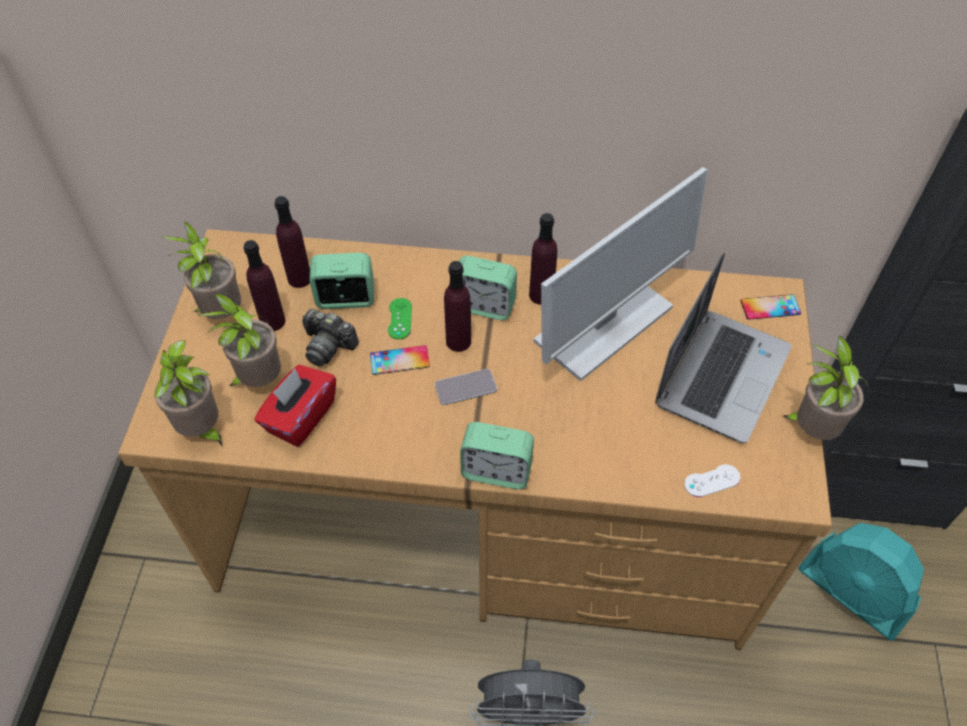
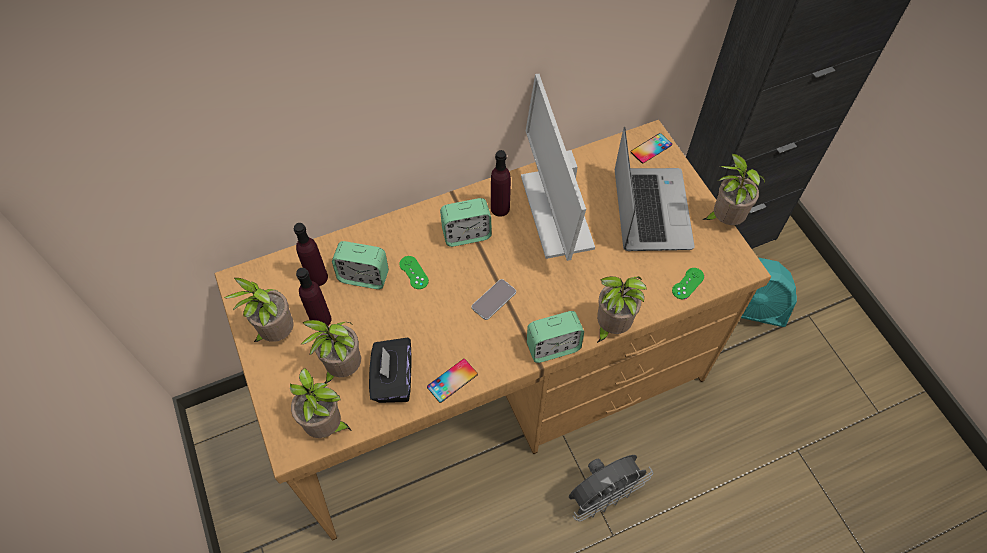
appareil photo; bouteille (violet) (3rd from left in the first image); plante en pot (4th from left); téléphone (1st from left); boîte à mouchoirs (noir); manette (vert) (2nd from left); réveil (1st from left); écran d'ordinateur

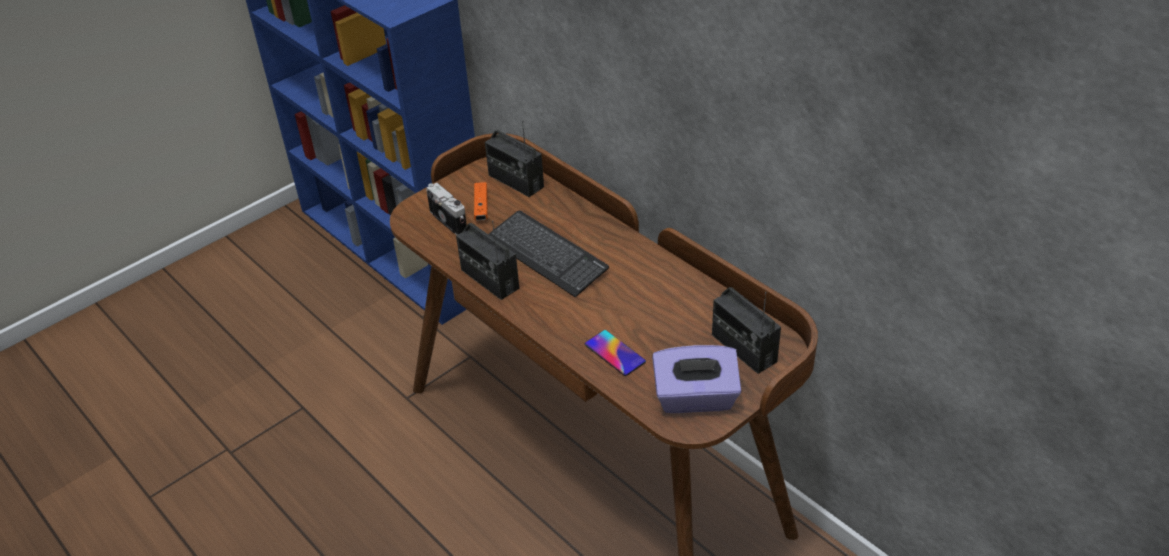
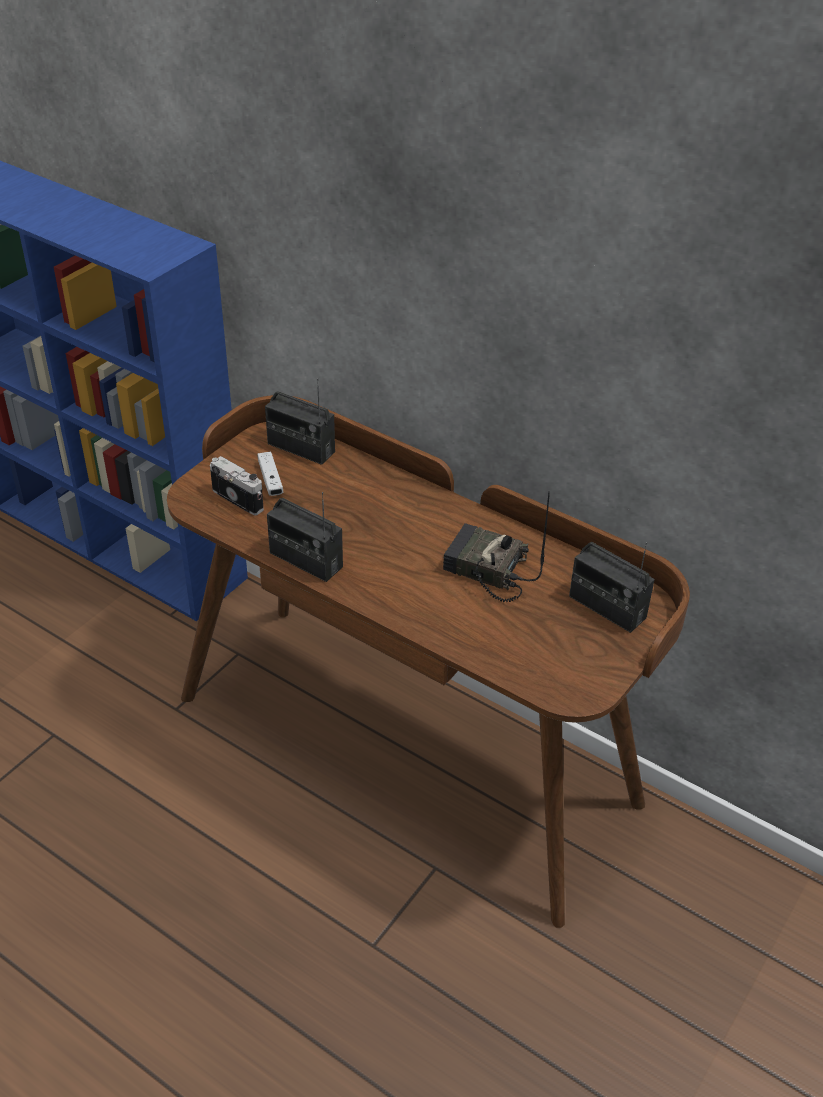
clavier; téléphone; boîte à mouchoirs (violet); radio (3rd from left); manette (blanc)

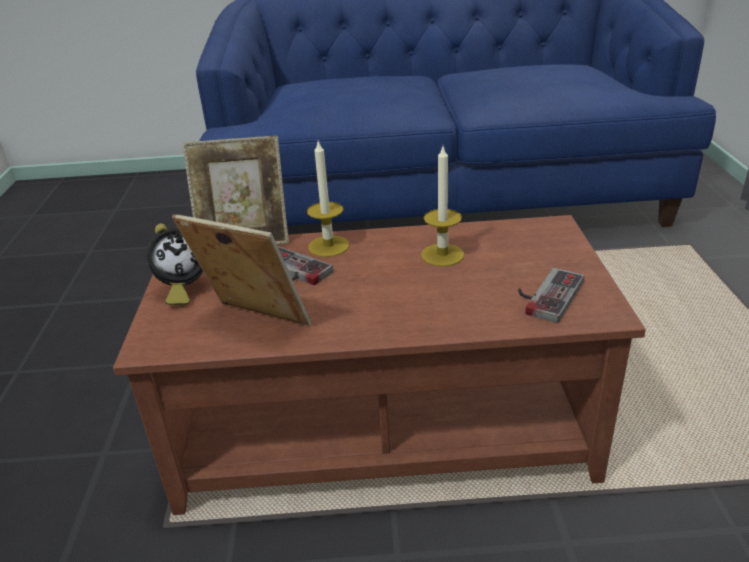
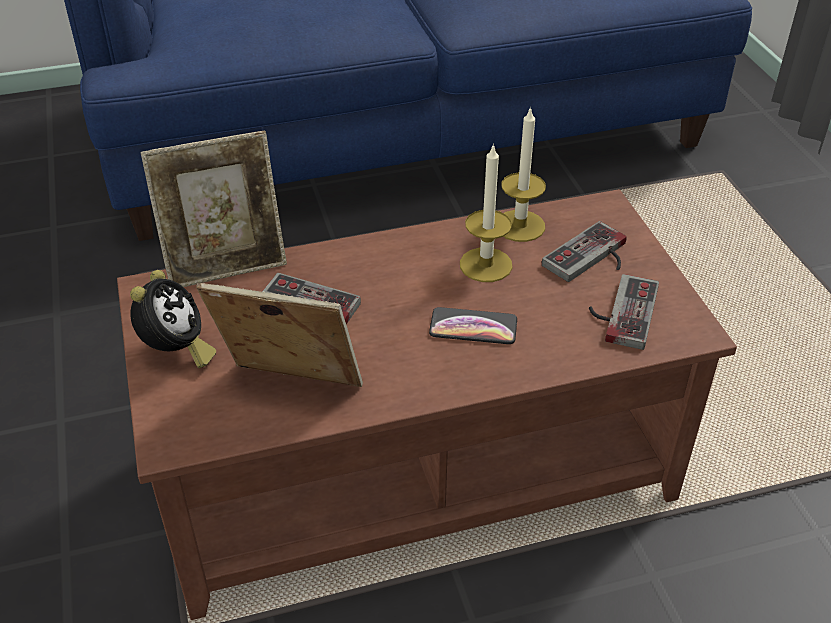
téléphone; manette (2nd from left); bougie (2nd from left); réveil

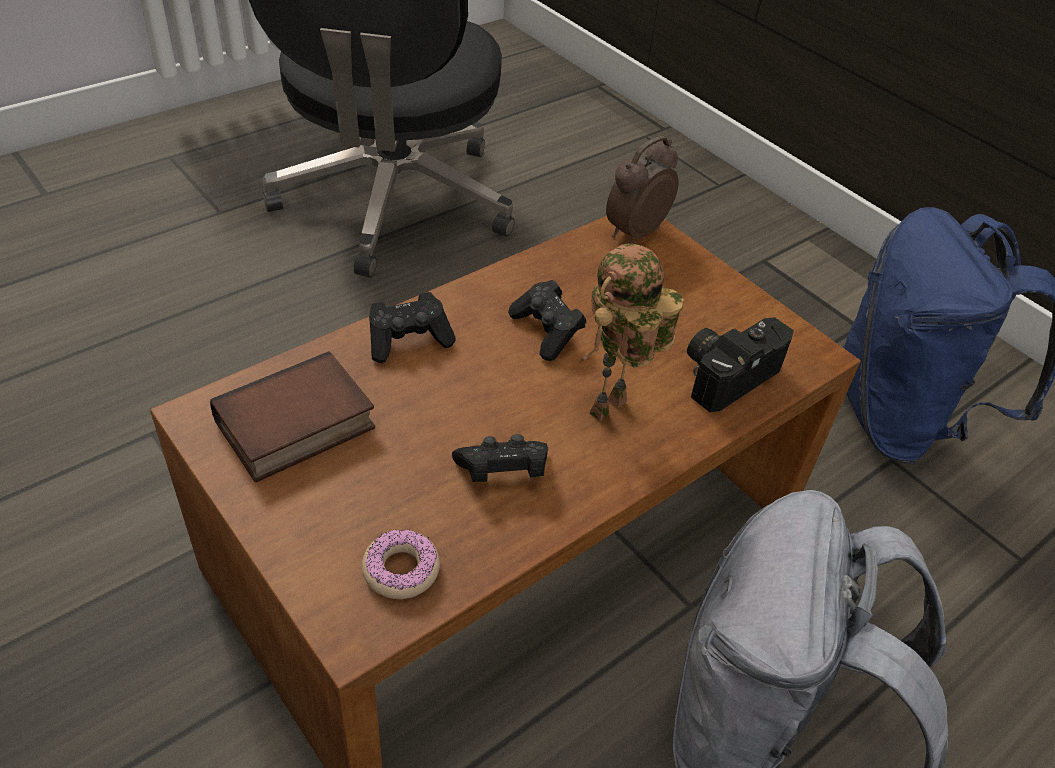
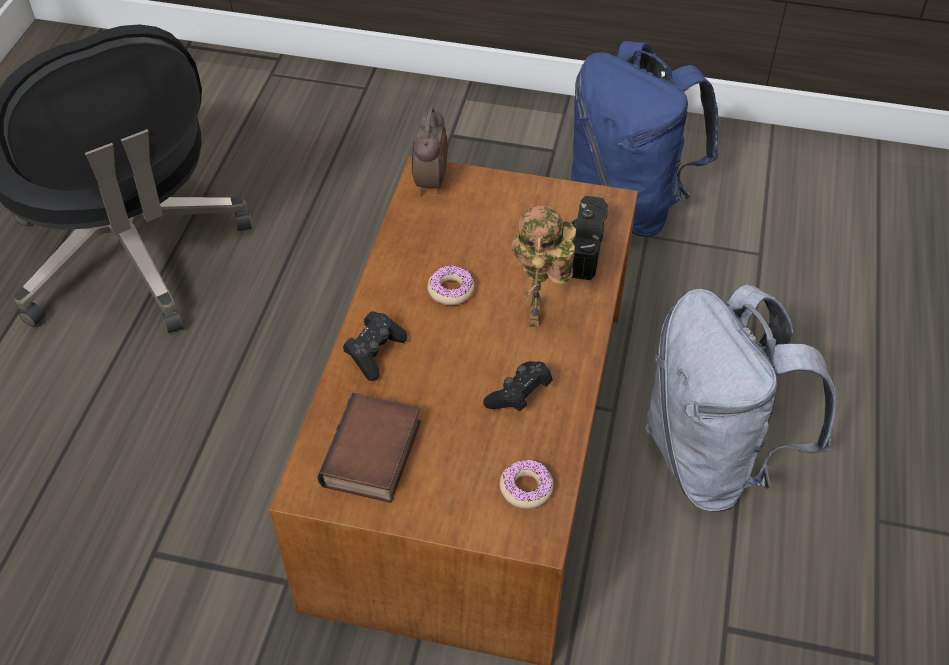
beignet (1st from left)

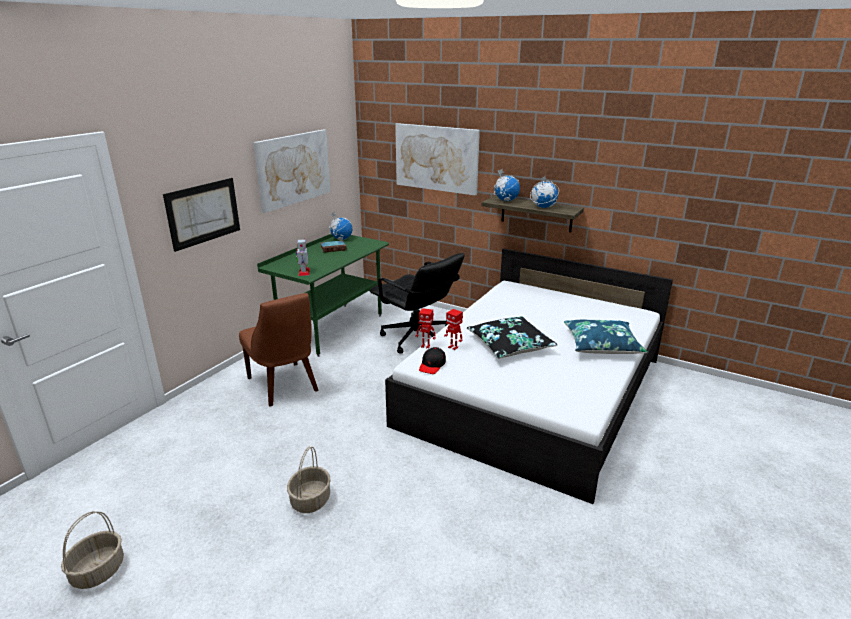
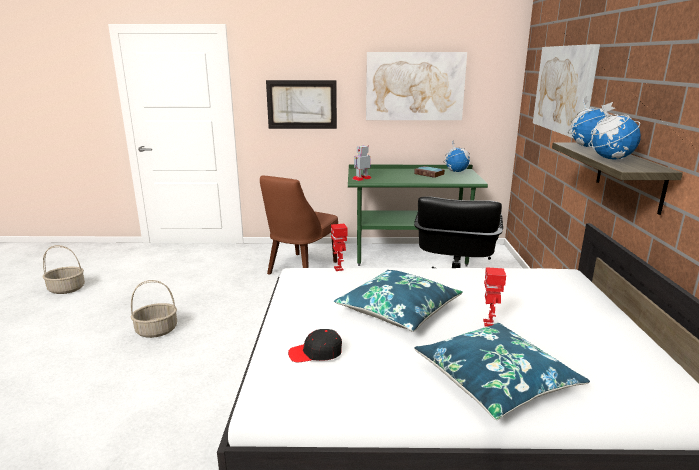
casquette (noir); robot jouet (3rd from left); coussin (bleu) (1st from left)

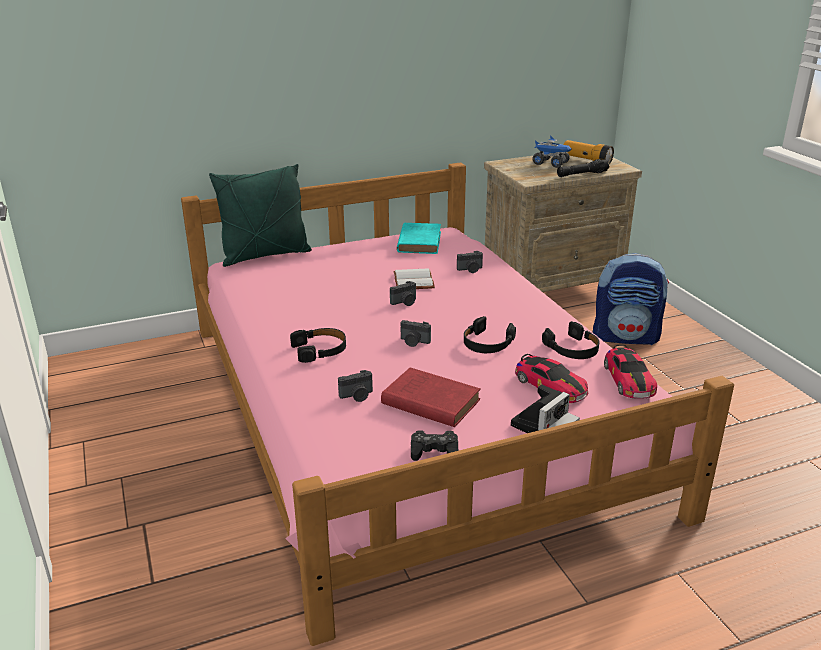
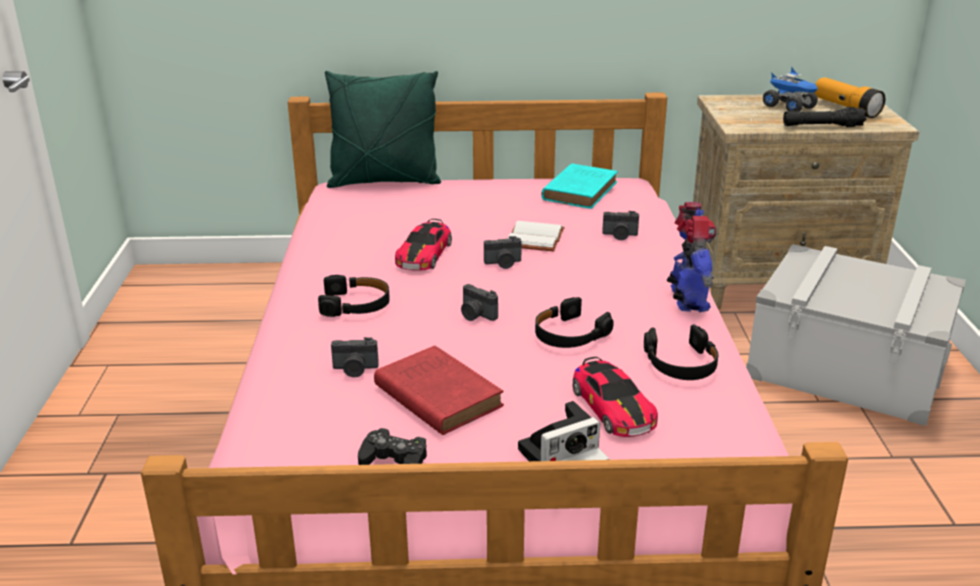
robot jouet; petite voiture (1st from left); boîte de rangement (gris)

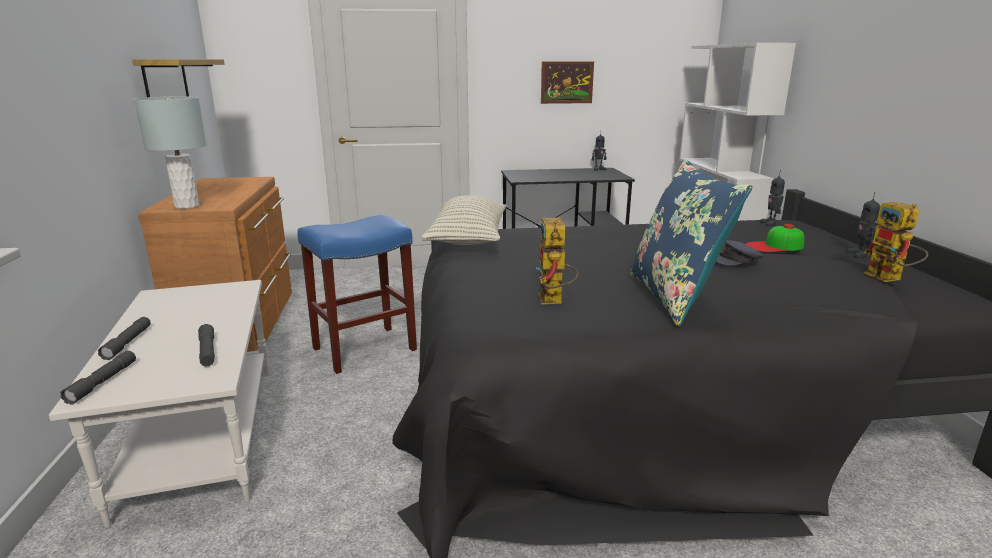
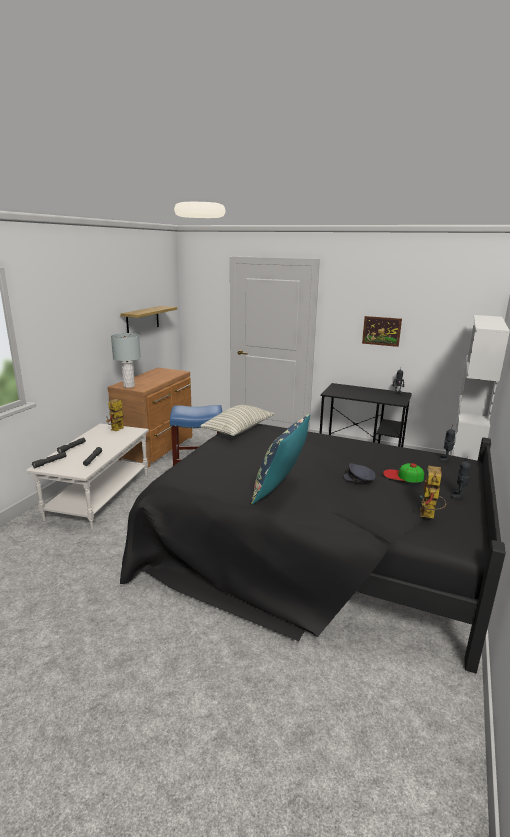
robot jouet (1st from left)

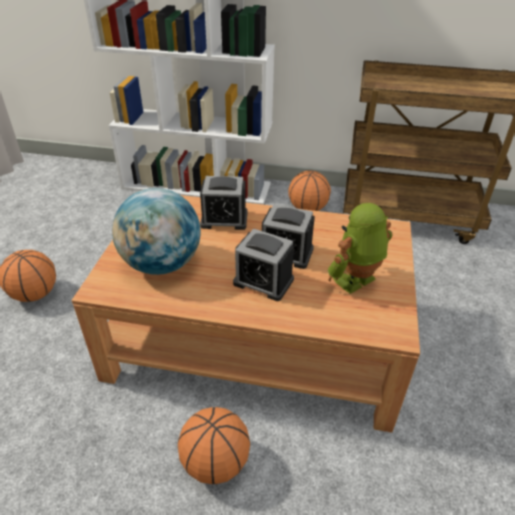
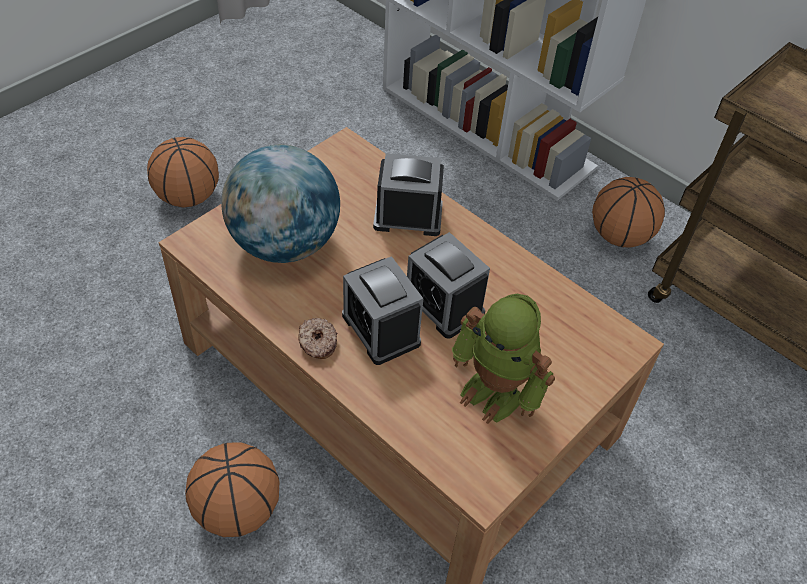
beignet; réveil (2nd from left); robot jouet

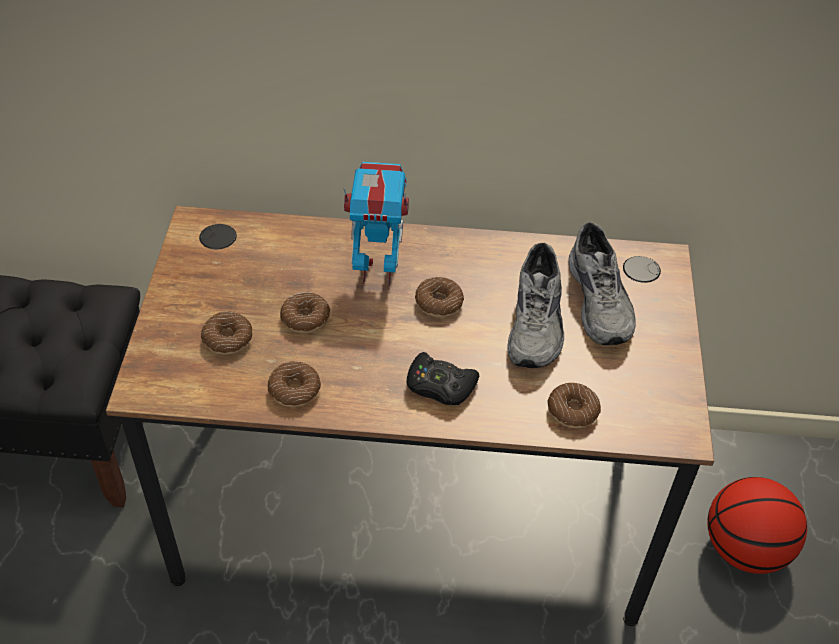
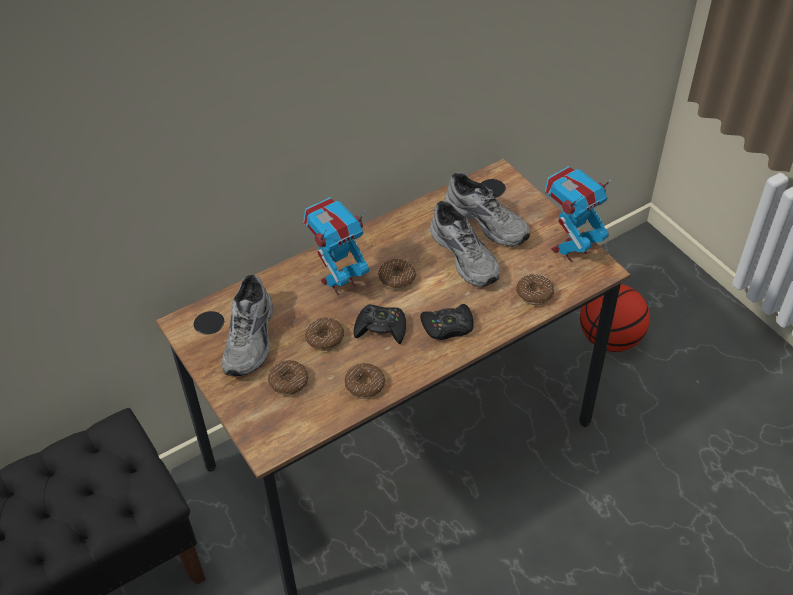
chaussure (gris) (1st from left); manette (noir) (1st from left); robot jouet (2nd from left)

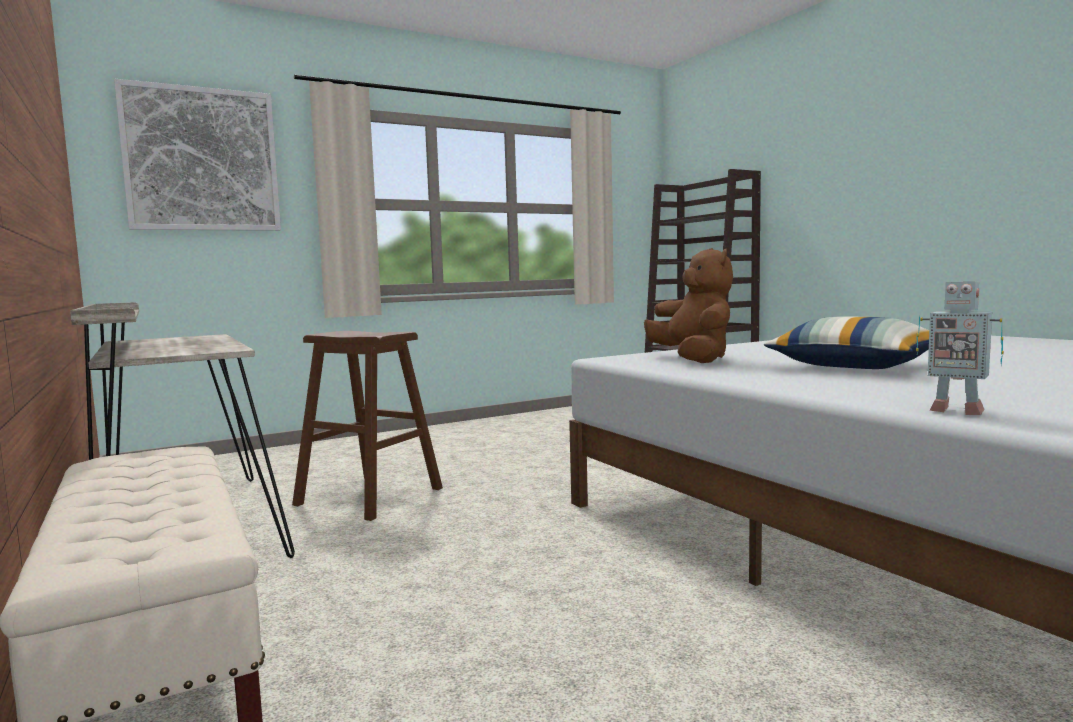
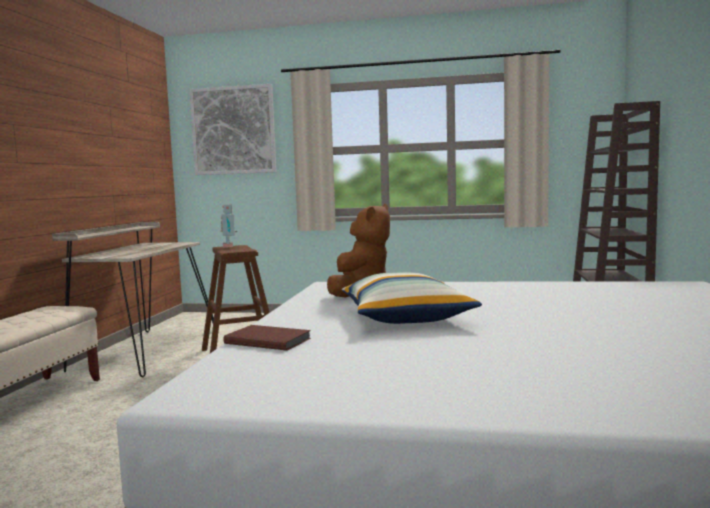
livre (marron); robot jouet

